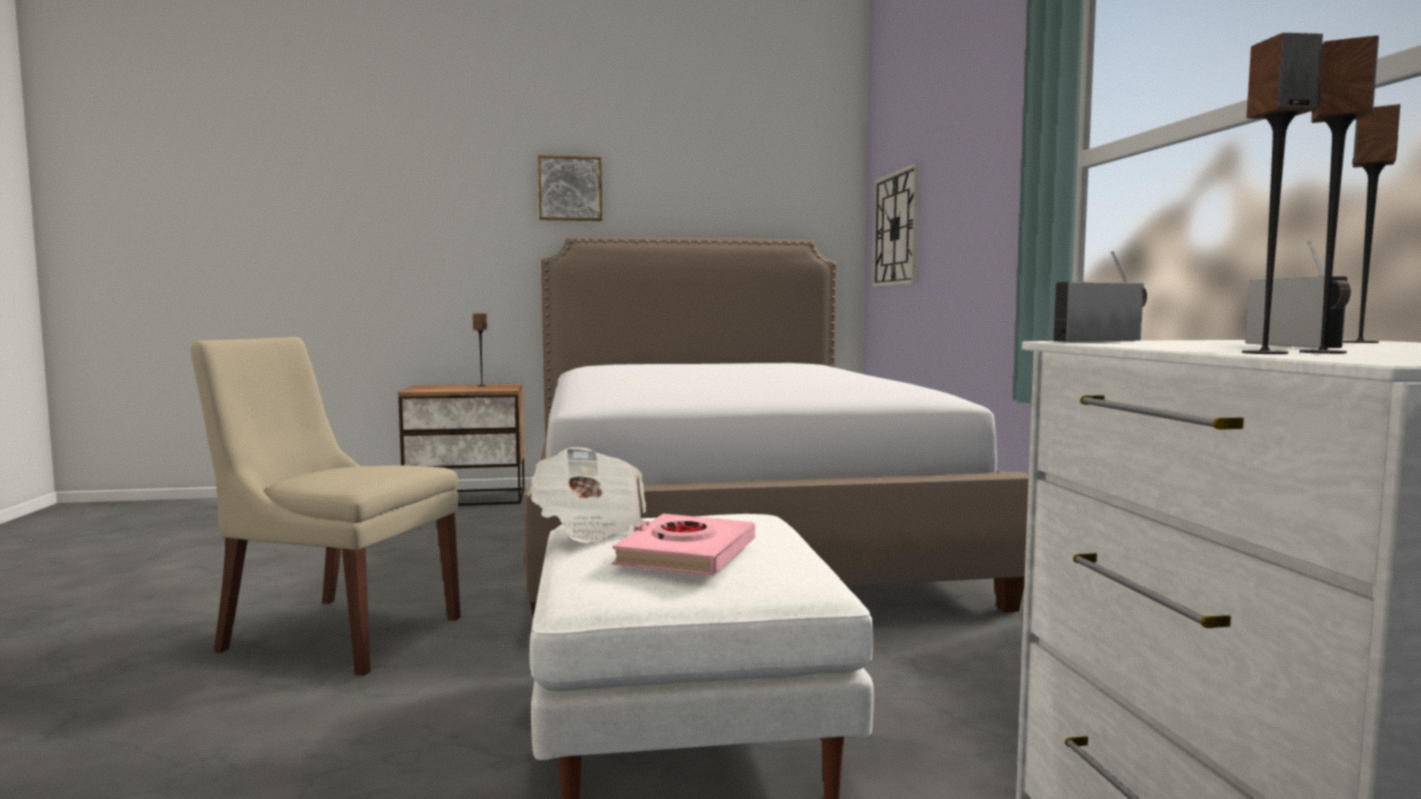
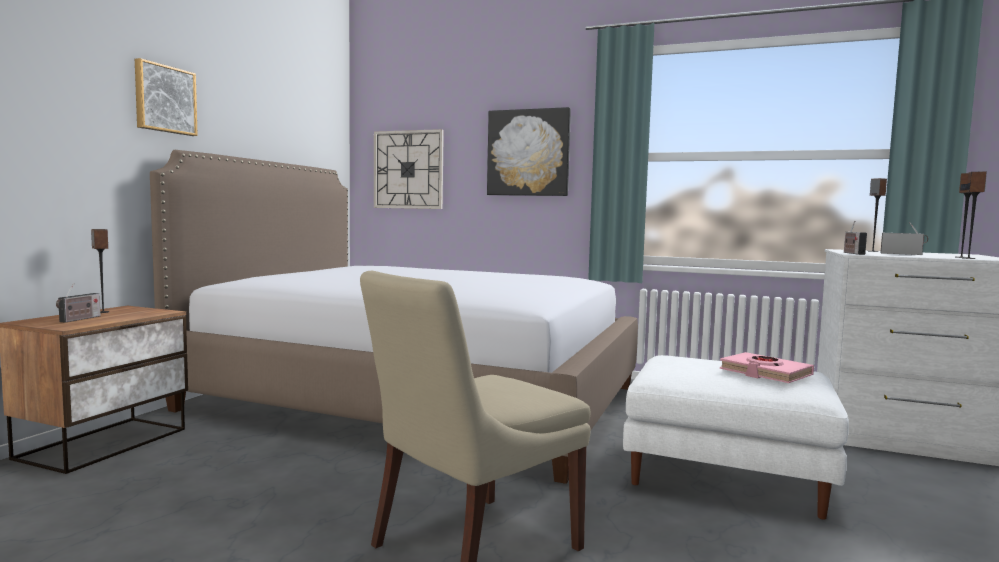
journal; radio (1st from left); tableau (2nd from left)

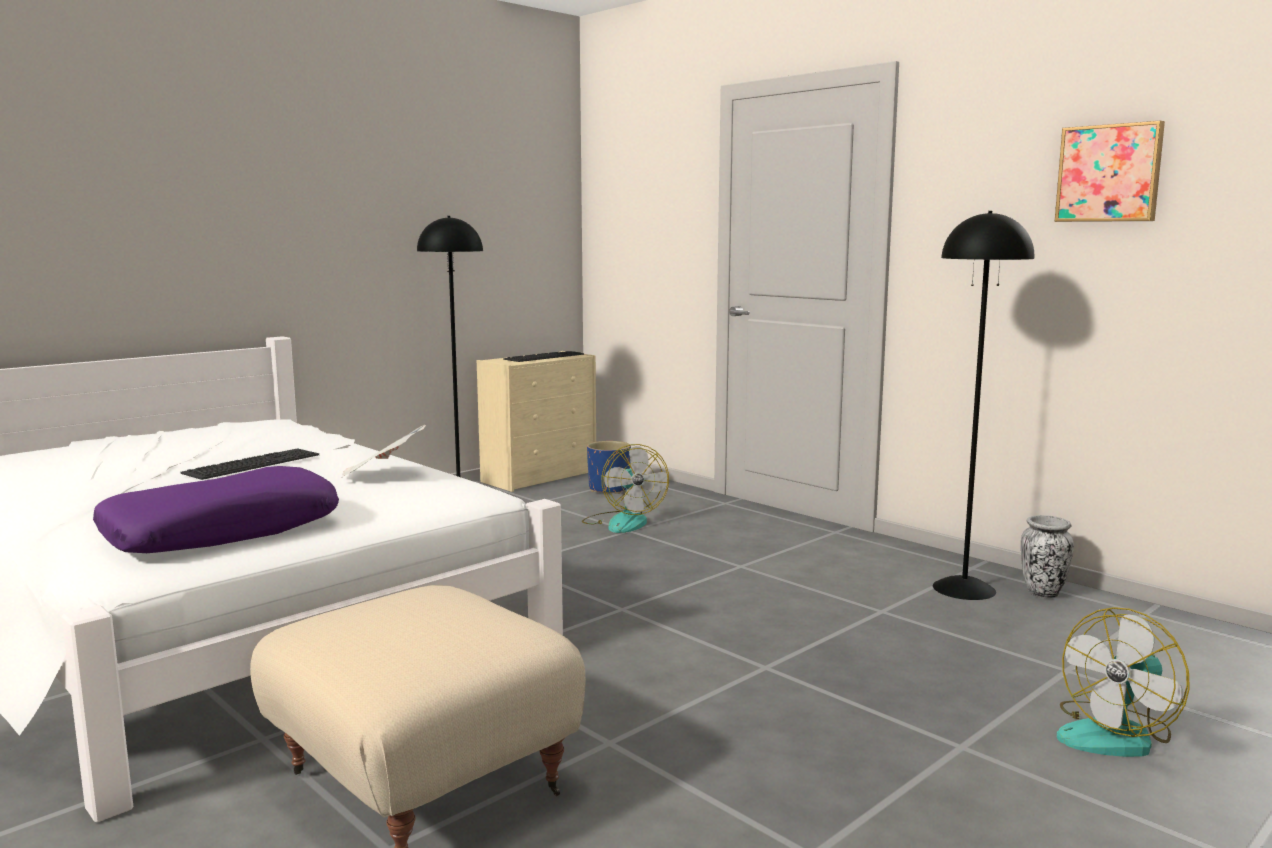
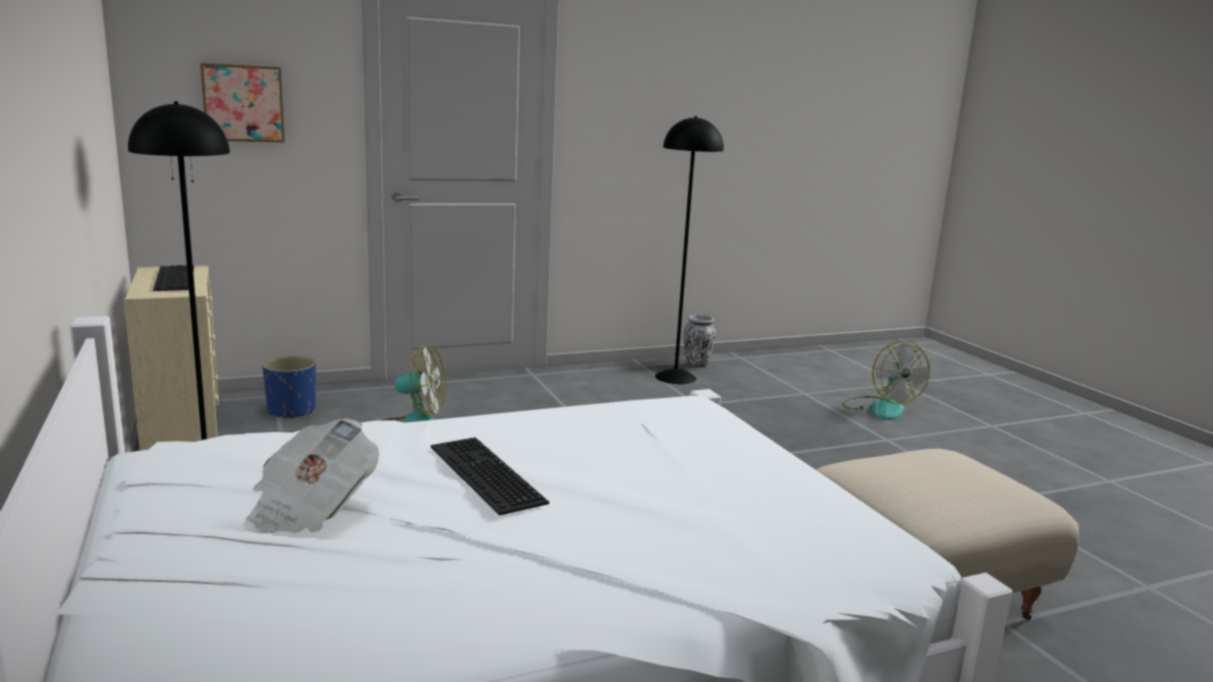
coussin (violet); journal; tableau

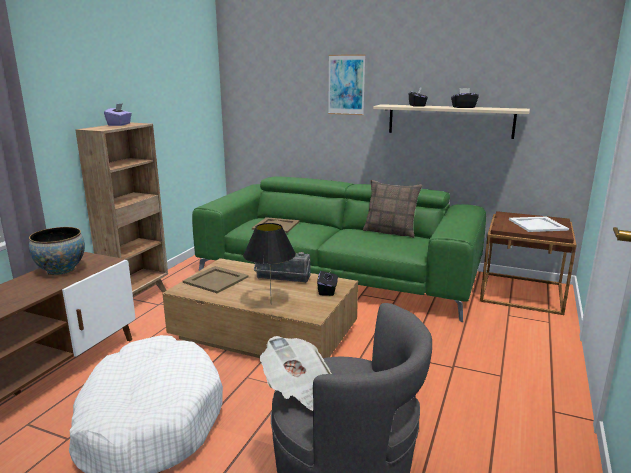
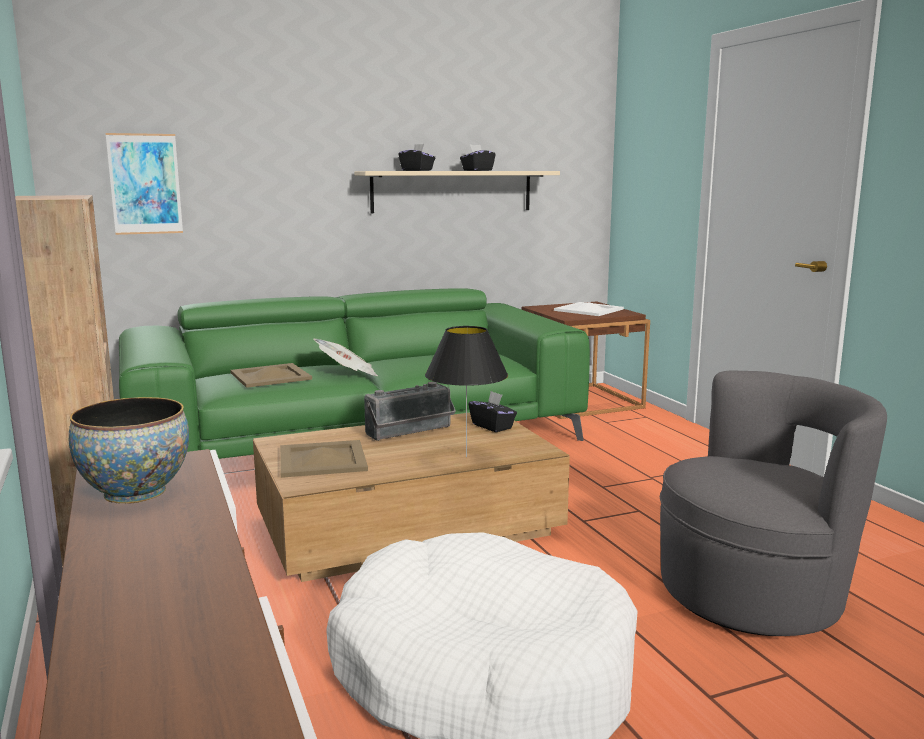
boîte à mouchoirs (violet); coussin; journal; tableau

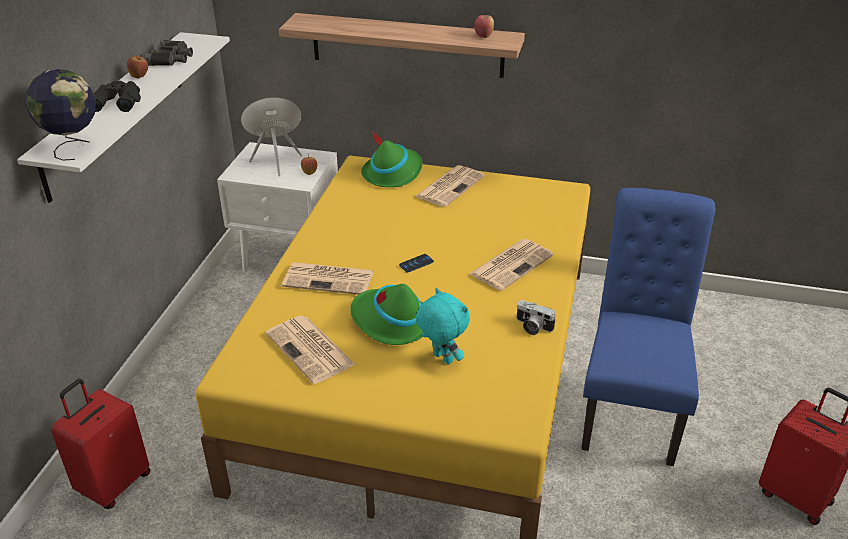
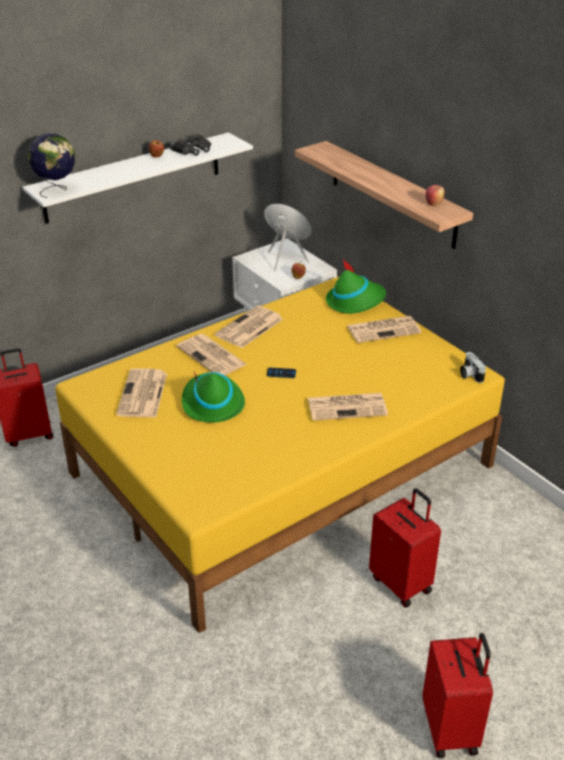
jumelles (noir) (1st from left in the first image); peluche (turquoise); journal (3rd from left); appareil photo; valise (rouge) (2nd from left)

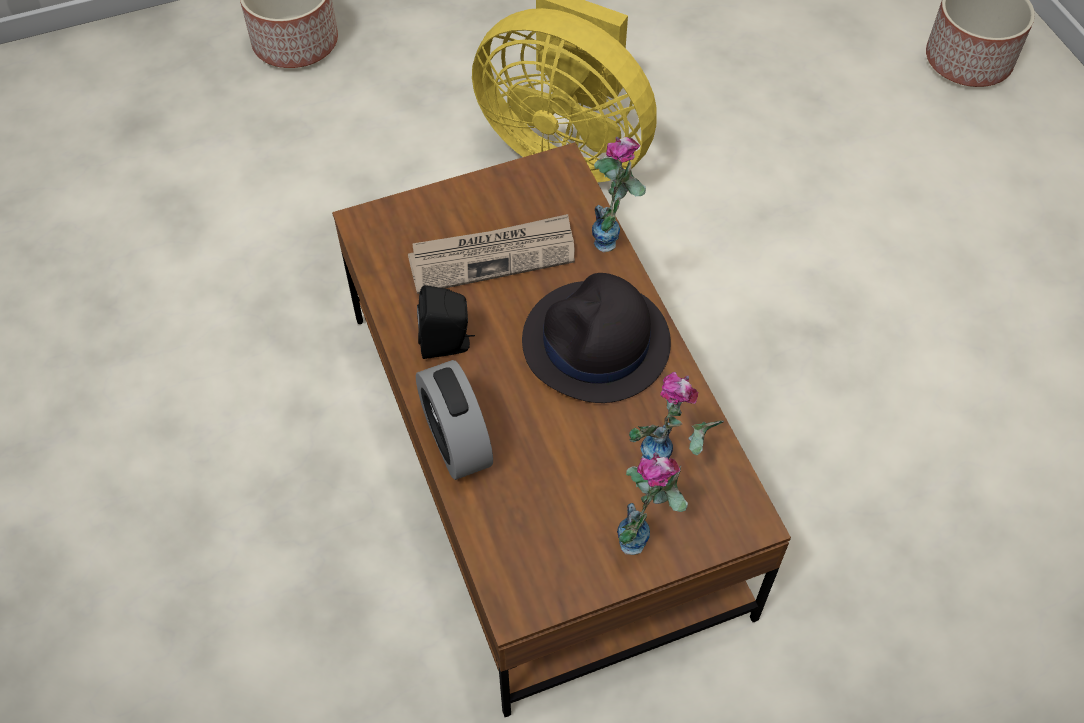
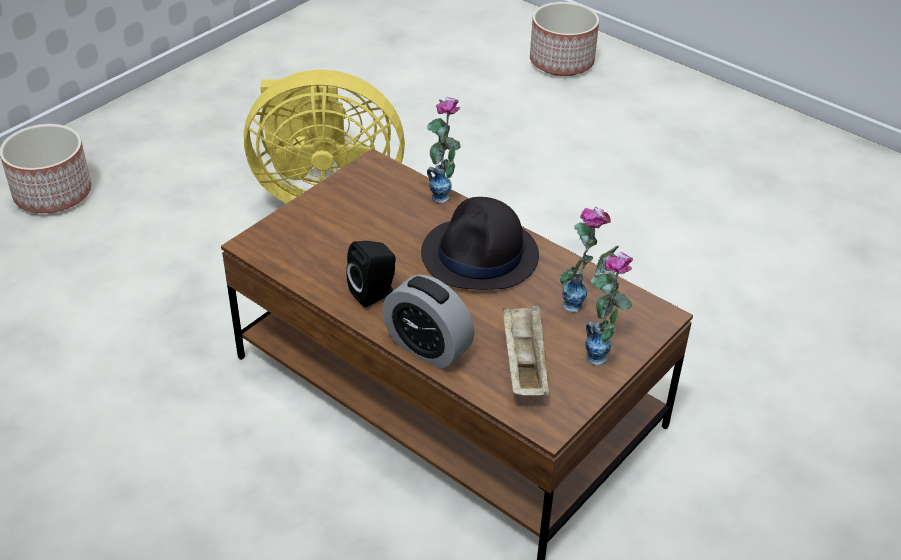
journal; plateau (beige)

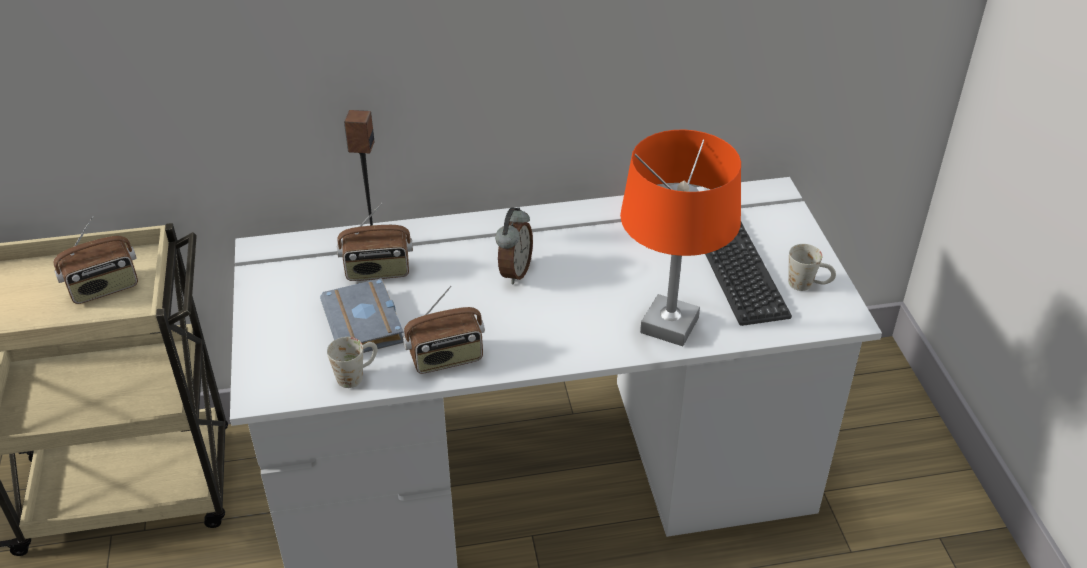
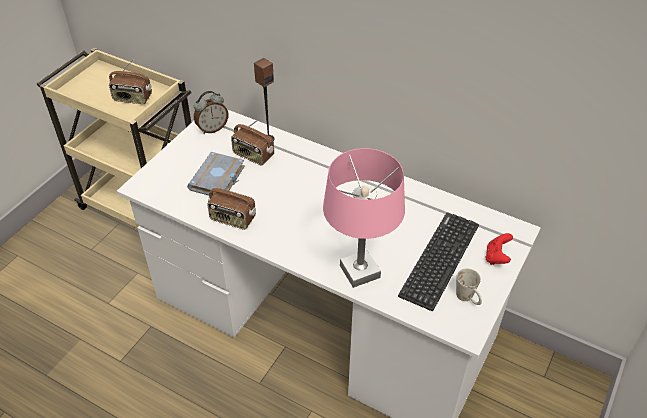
mug (blanc) (1st from left in the first image); manette (rouge); réveil; lampe de table (rose)

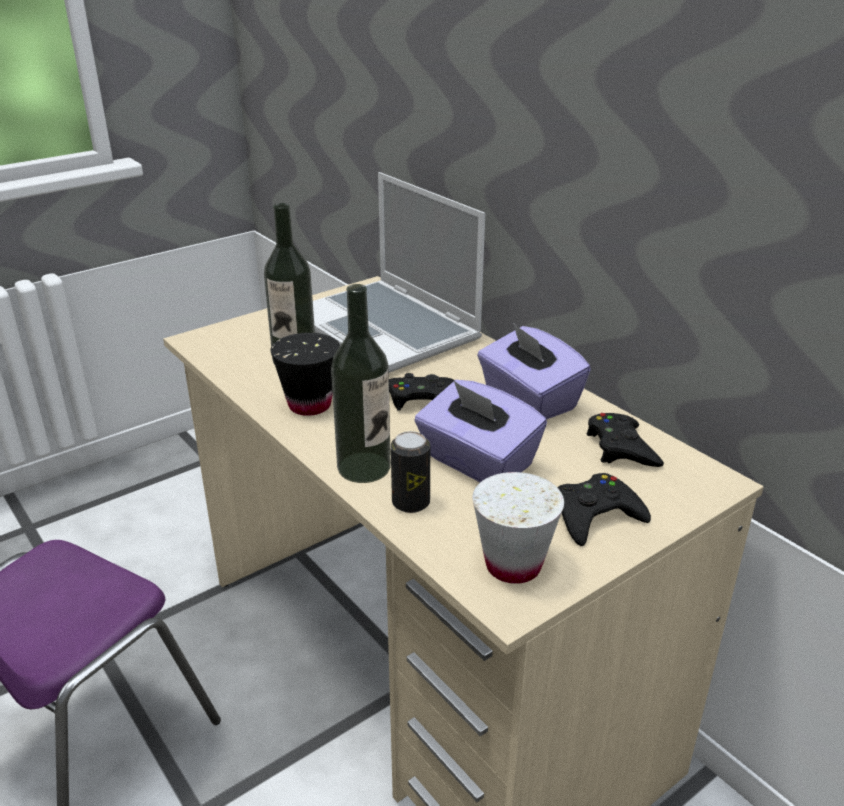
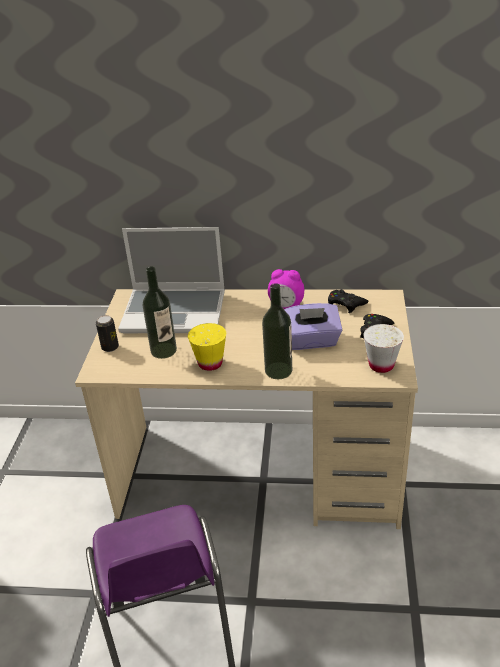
manette (noir) (1st from left in the first image); boîte métallique; réveil; tasse (jaune)

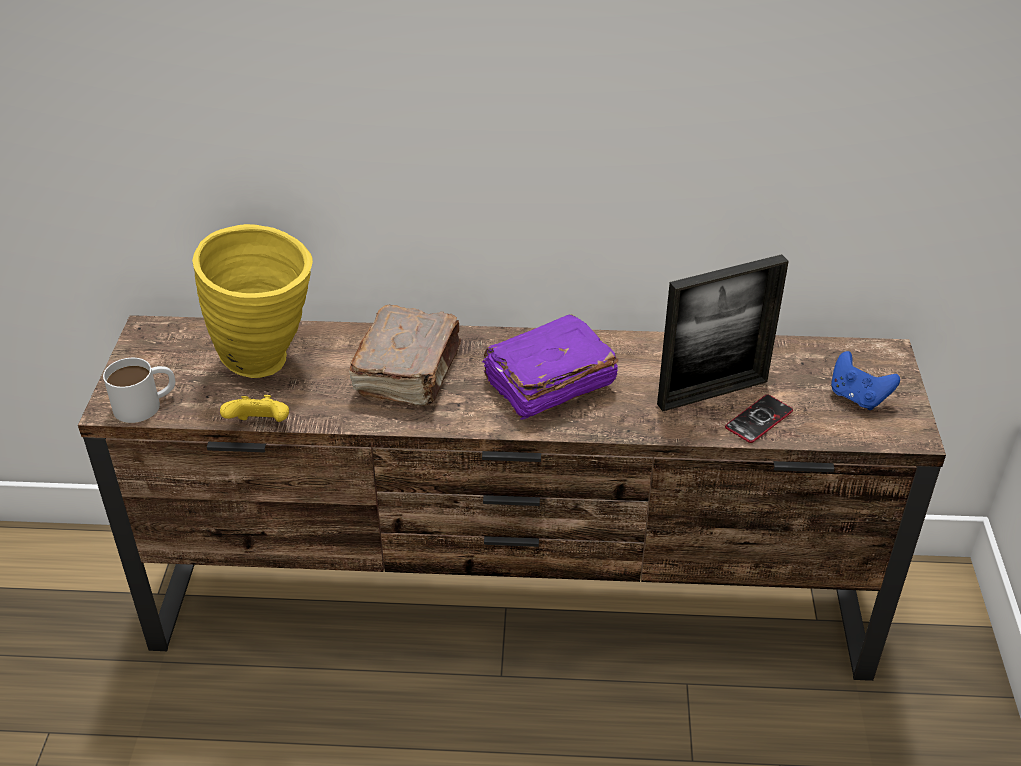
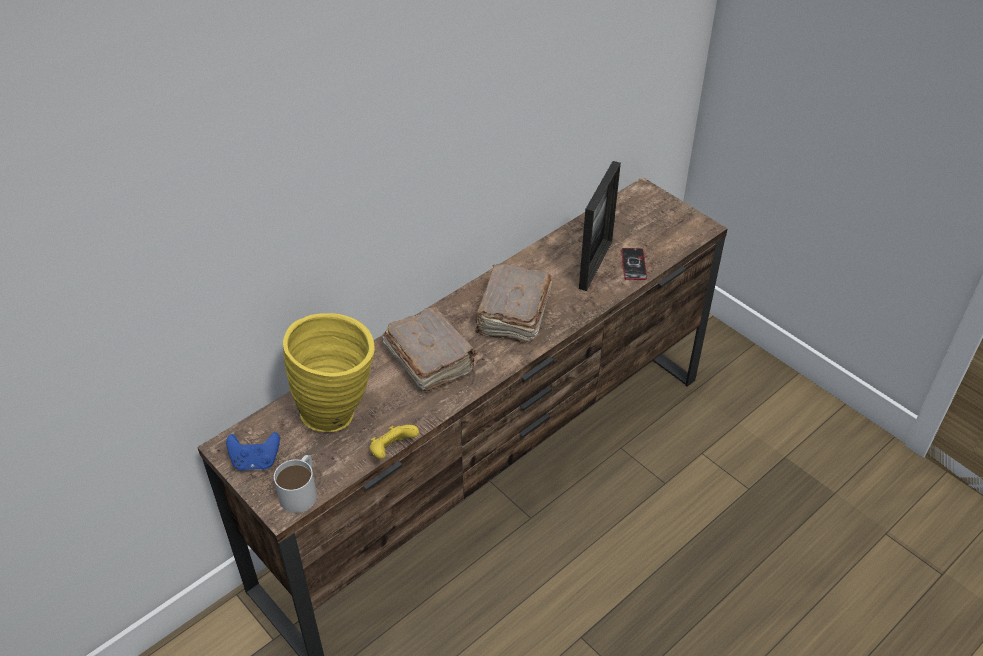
manette (bleu); livre (marron) (2nd from left)

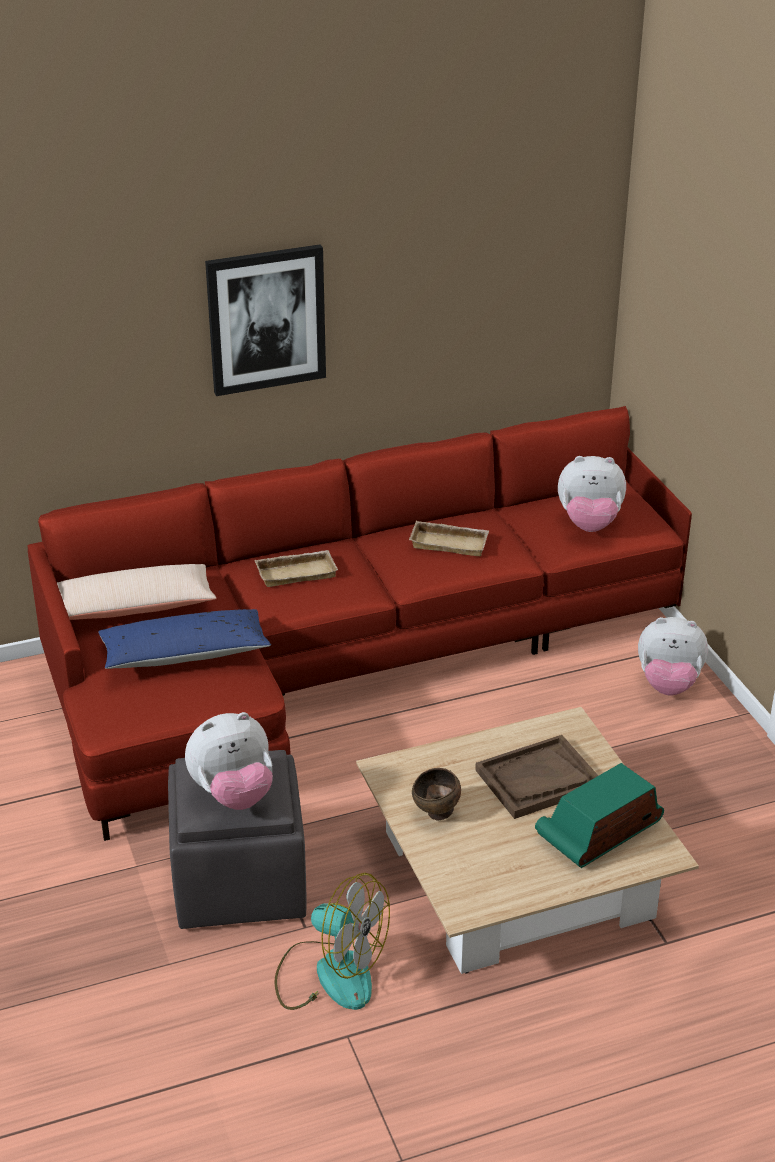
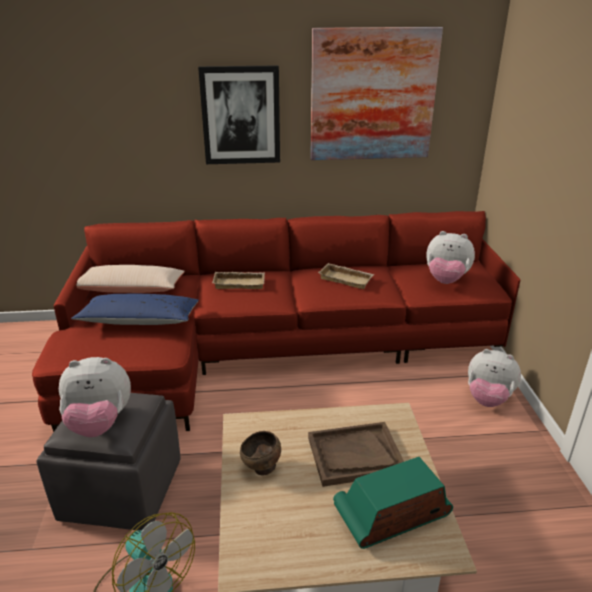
tableau (2nd from left)

